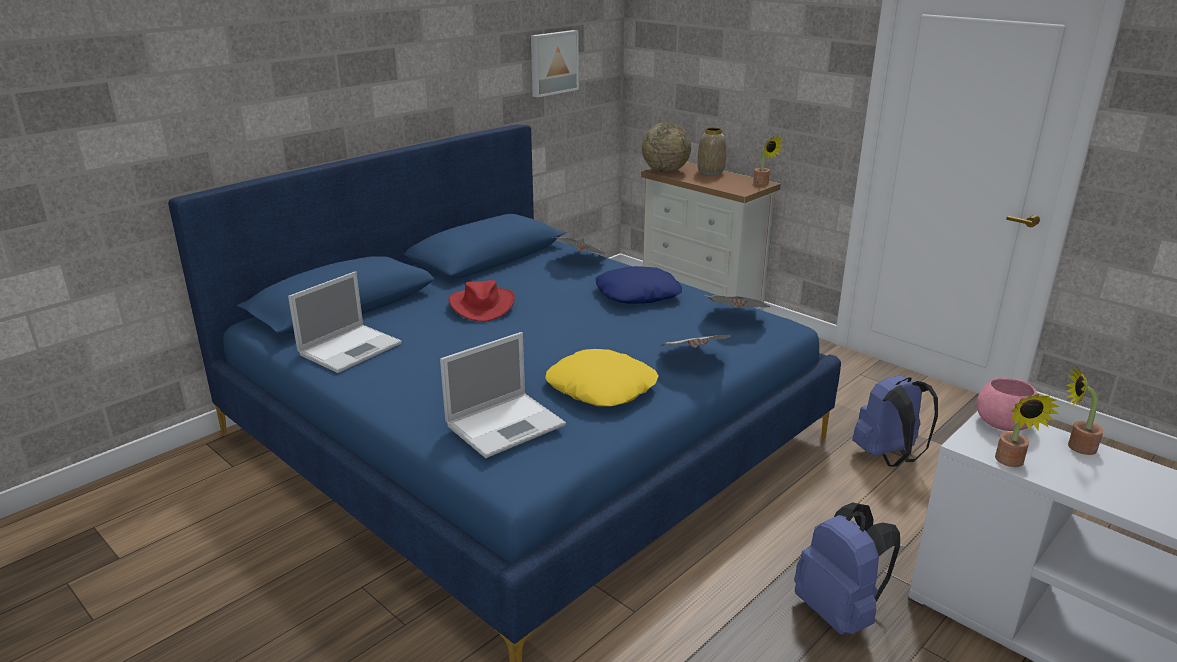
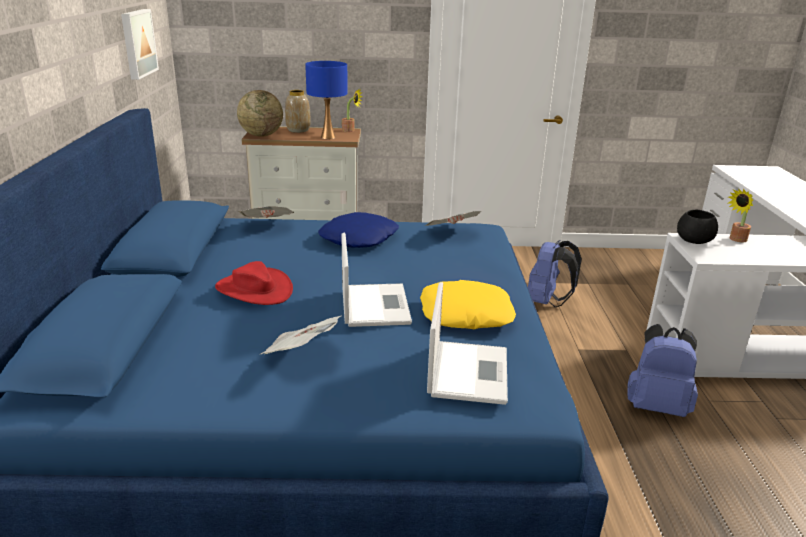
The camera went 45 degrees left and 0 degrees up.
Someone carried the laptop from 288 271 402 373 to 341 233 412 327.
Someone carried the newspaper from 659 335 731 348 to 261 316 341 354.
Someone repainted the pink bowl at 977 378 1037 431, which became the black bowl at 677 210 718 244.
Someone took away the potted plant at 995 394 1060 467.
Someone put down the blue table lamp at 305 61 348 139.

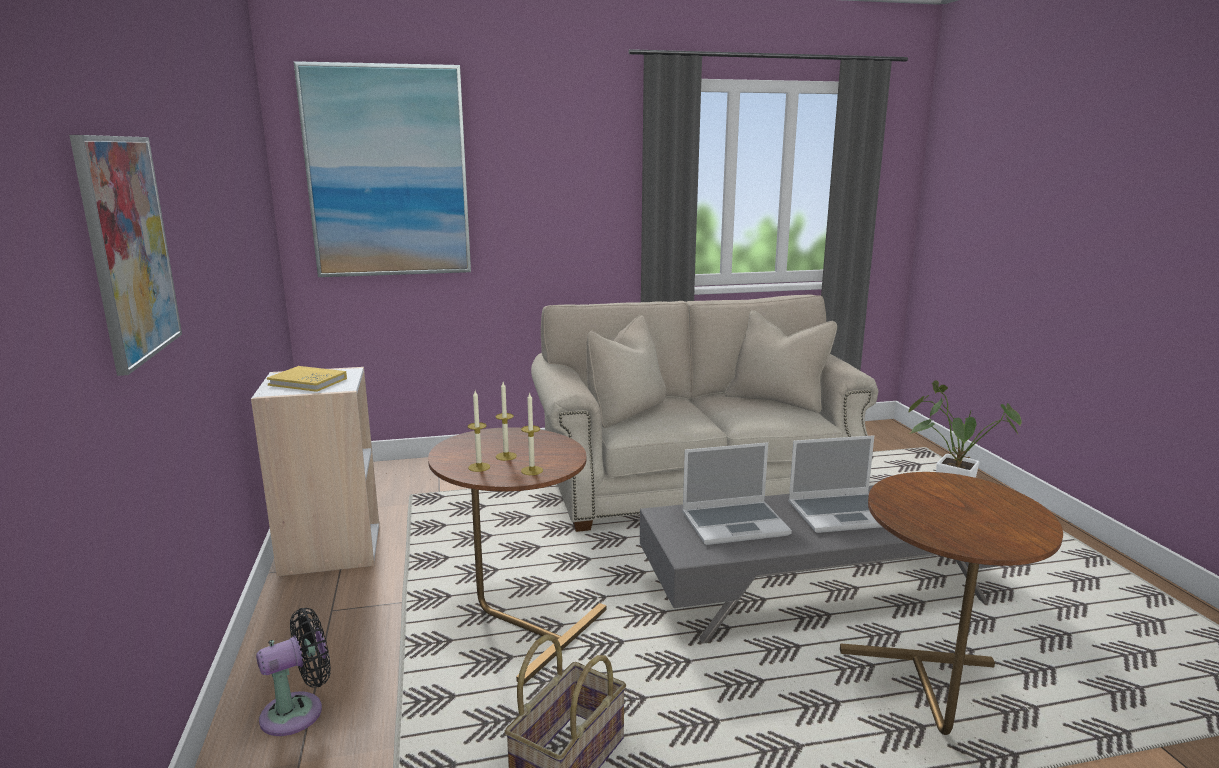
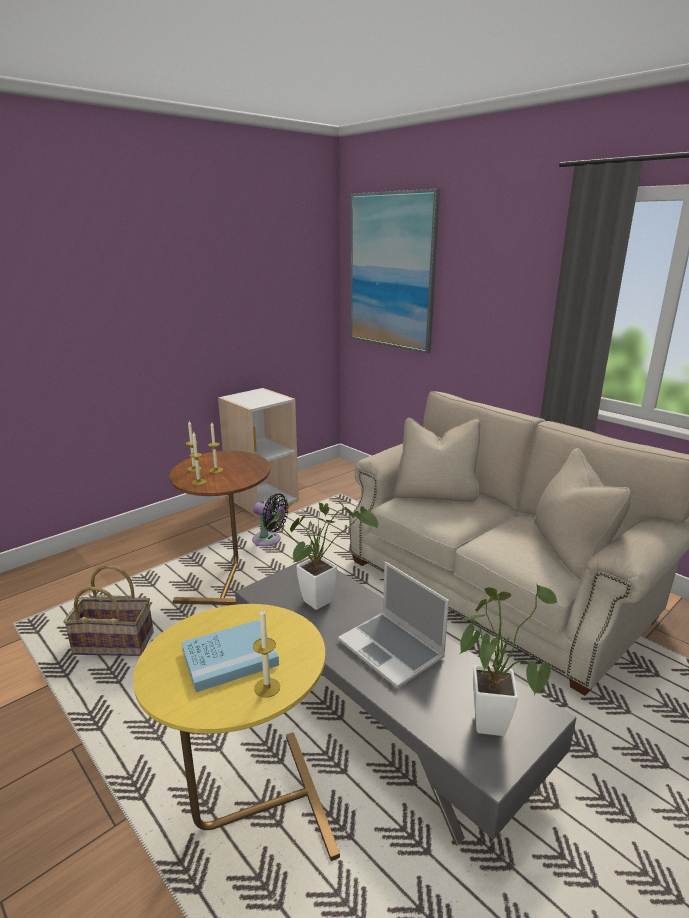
The camera went 60 degrees right and 5 degrees up.
Someone took away the picture at 69 135 182 376.
Someone took away the yellow book at 267 366 347 392.
Someone swapped the laptop at 682 443 792 545 for the potted plant at 266 501 379 610.
Someone repainted the brown side table at 840 472 1063 735, which became the yellow side table at 133 604 340 861.
Someone carried the black fan from 256 608 331 736 to 252 493 289 546.
Someone put down the candle at 253 608 280 698.
Someone put down the blue book at 182 620 279 692.

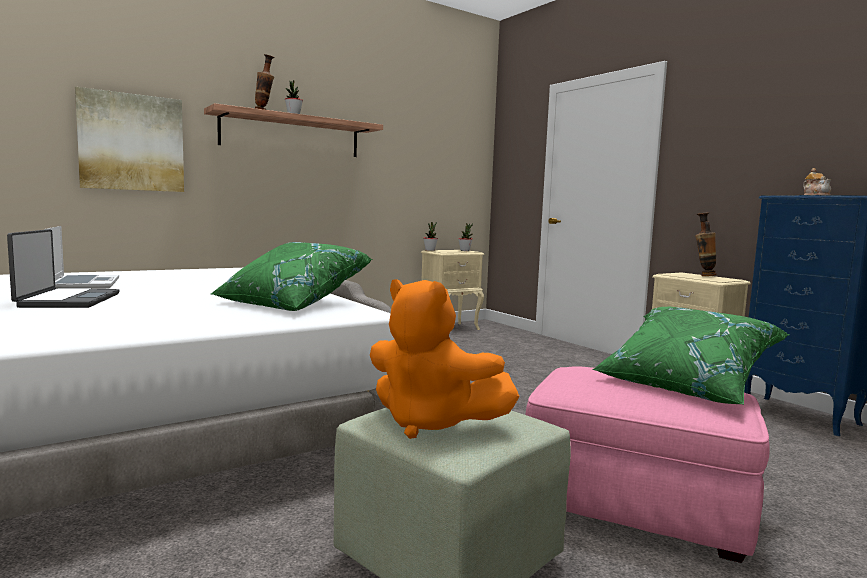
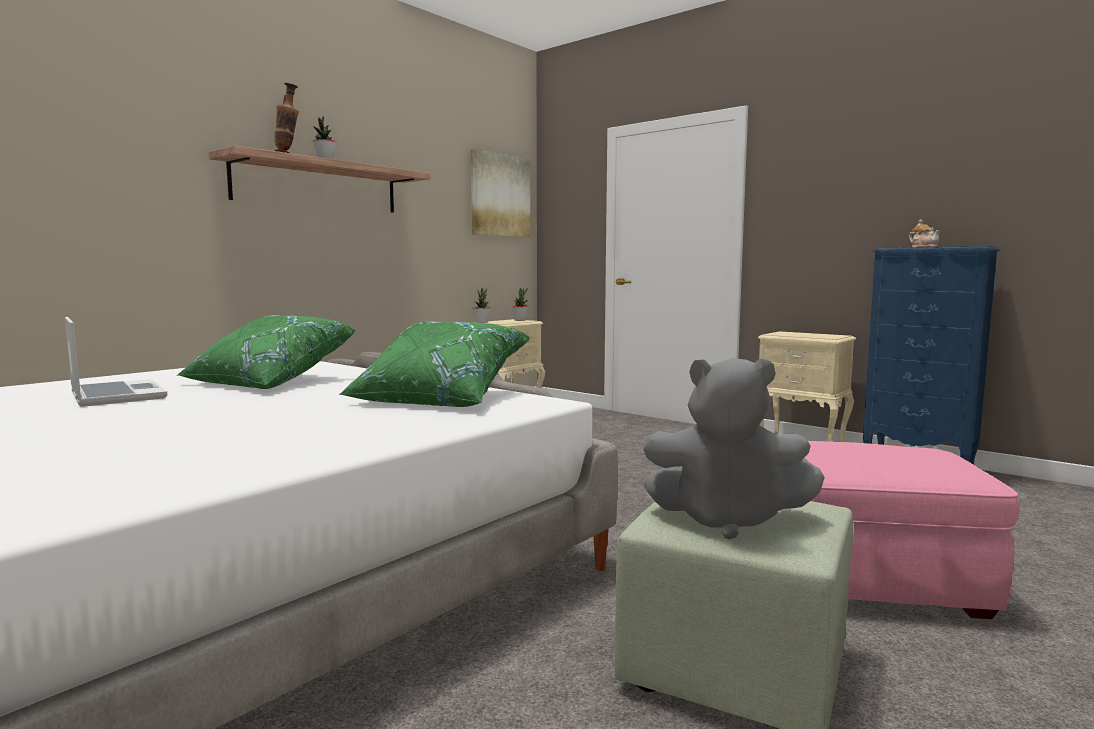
The camera went 15 degrees left and 0 degrees up.
Someone carried the picture from 75 87 184 192 to 471 149 530 238.
Someone took away the vase at 695 212 716 276.
Someone took away the laptop at 7 229 119 308.
Someone repainted the orange plush toy at 370 279 520 439, which became the grey plush toy at 643 358 825 539.
Someone carried the green pillow from 592 307 790 405 to 177 315 356 389.

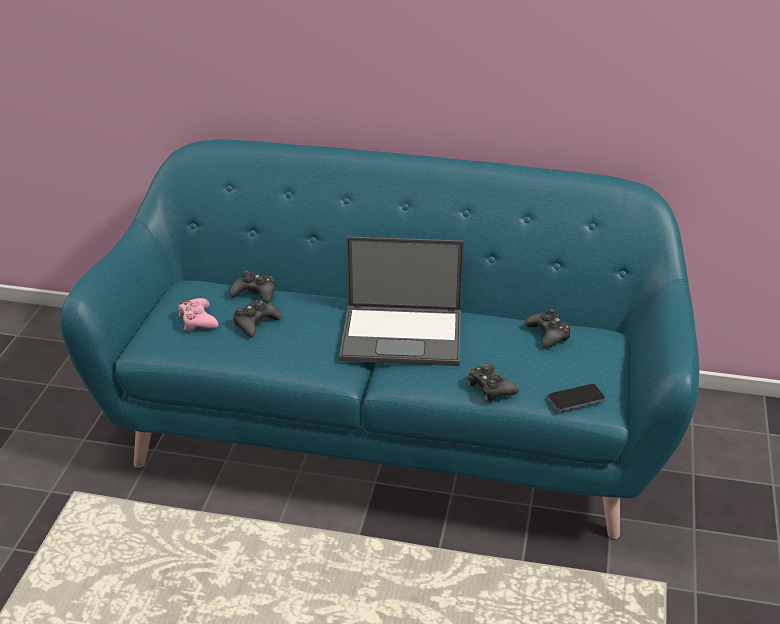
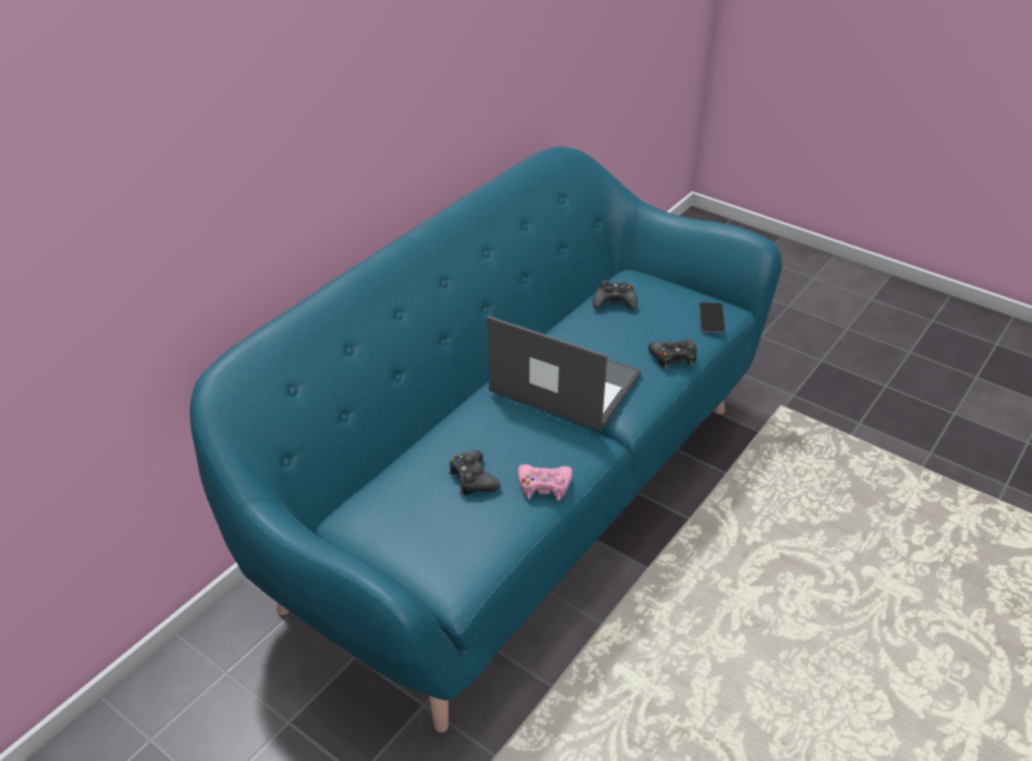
The camera went 65 degrees left and 5 degrees up.
Someone rotated the laptop at 339 237 464 366 by 90 degrees counterclockwise.
Someone took away the black game controller at 229 270 275 303.
Someone carried the pink game controller from 178 298 219 331 to 518 464 573 500.

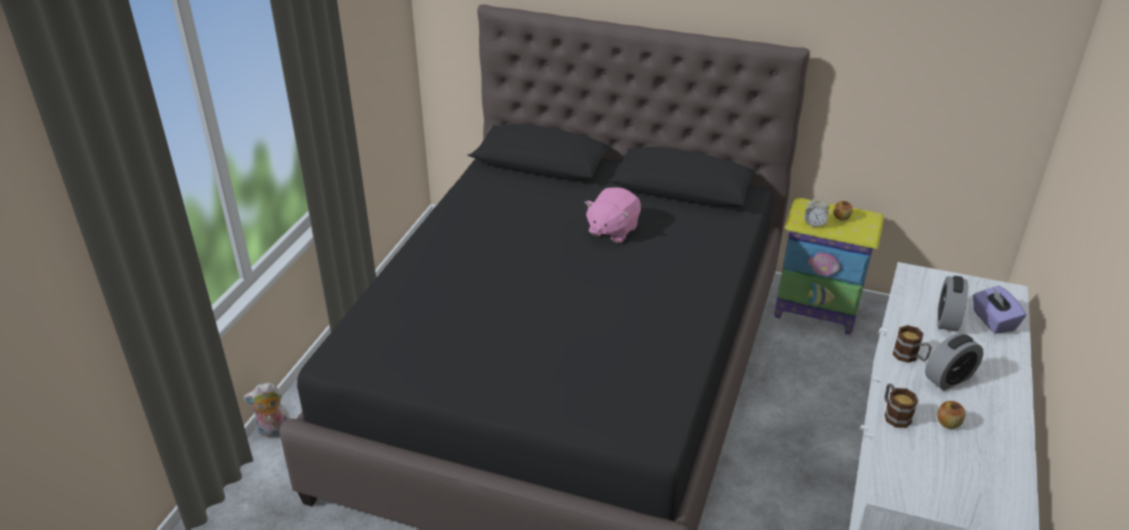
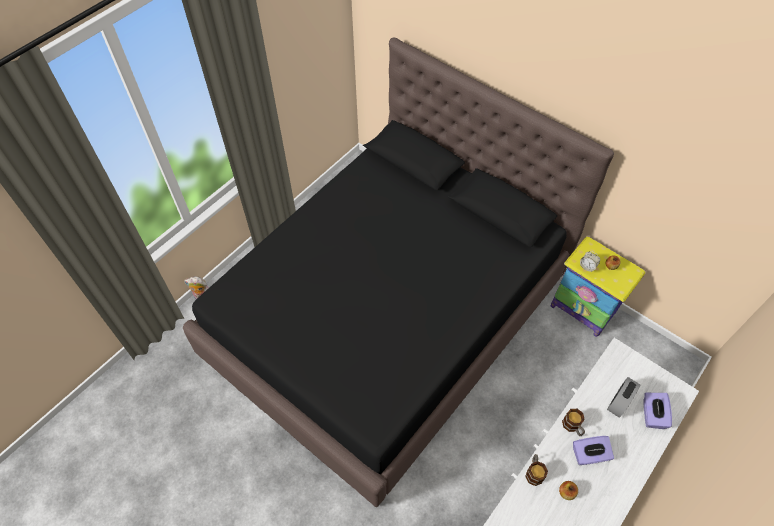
The camera went 20 degrees right and 20 degrees up.
Someone took away the pink plush toy at 585 187 641 243.
Someone swapped the alarm clock at 925 333 983 391 for the purple tissue box at 573 436 614 465.

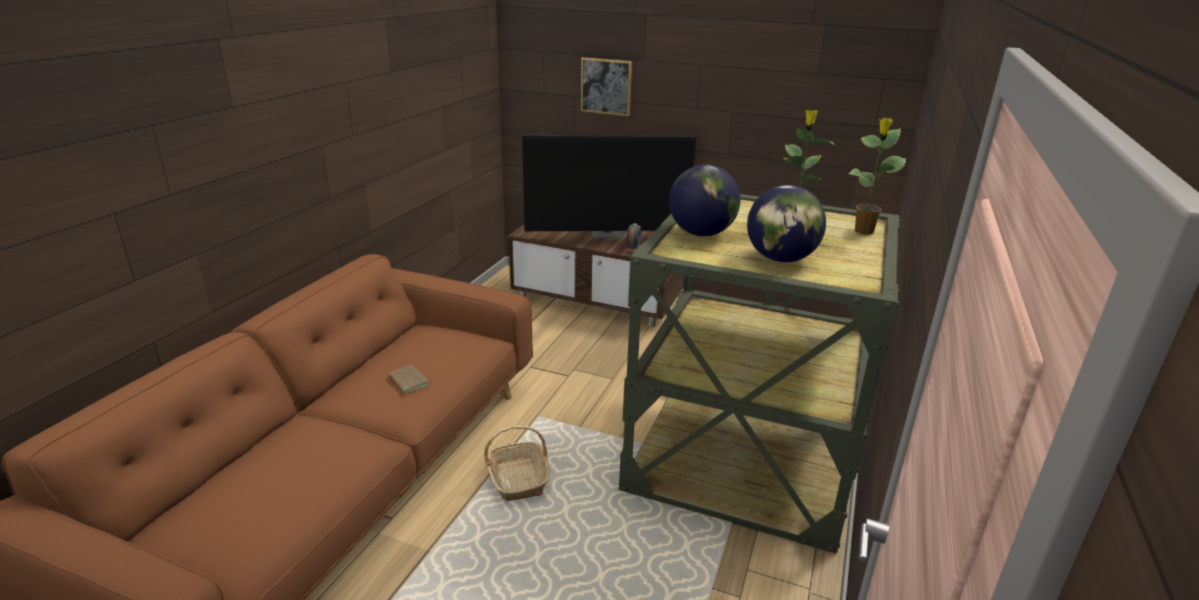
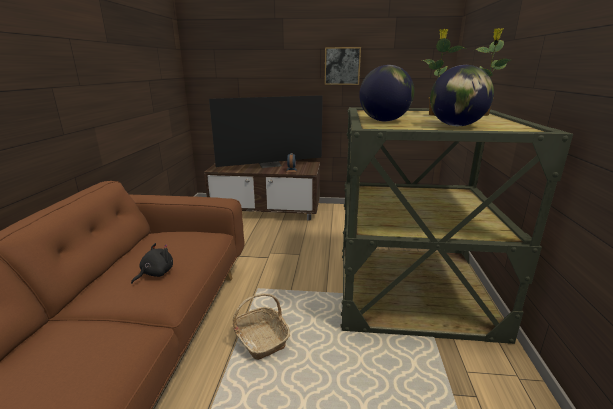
The camera went 15 degrees left and 5 degrees down.
Someone carried the picture from 581 57 632 116 to 324 47 361 85.
Someone swapped the brown book at 388 364 429 394 for the black plush toy at 131 243 173 284.

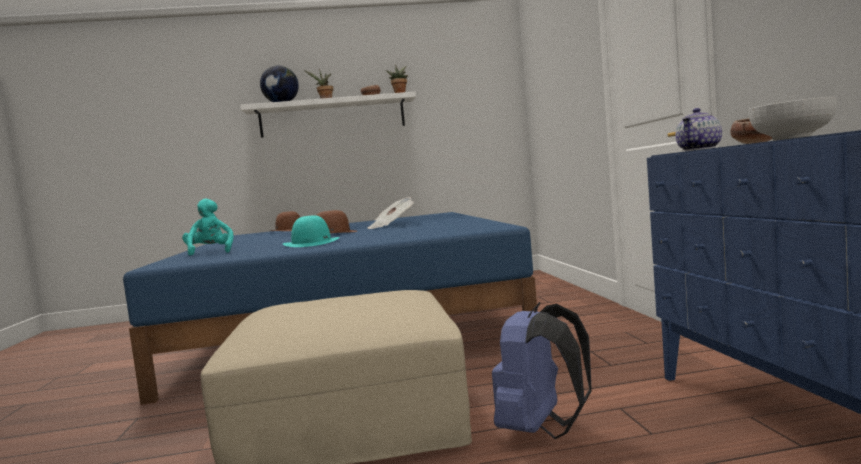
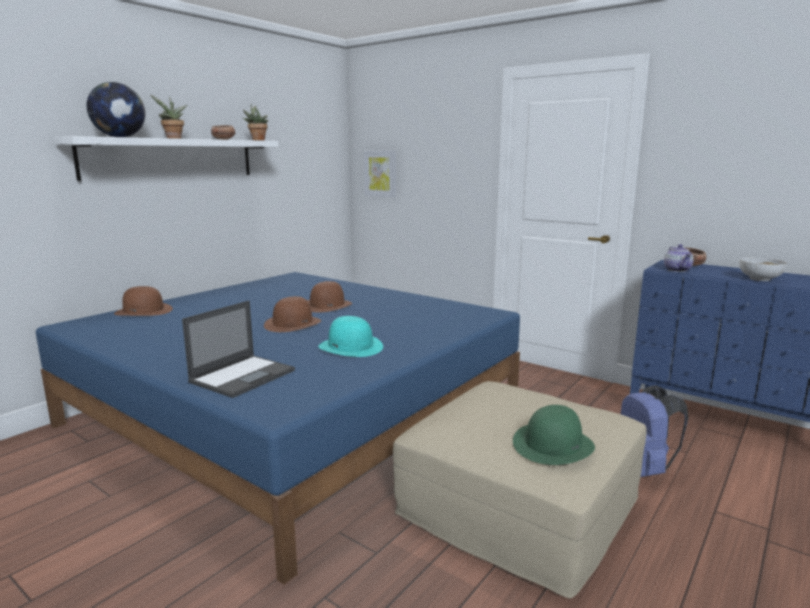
The camera went 45 degrees left and 10 degrees up.
Someone swapped the newspaper at 368 197 414 229 for the brown hat at 307 281 352 313.
Someone swapped the turquoise plush toy at 182 199 234 255 for the laptop at 182 300 295 398.
Someone put up the picture at 364 151 396 197.
Someone put down the green hat at 513 405 595 465.

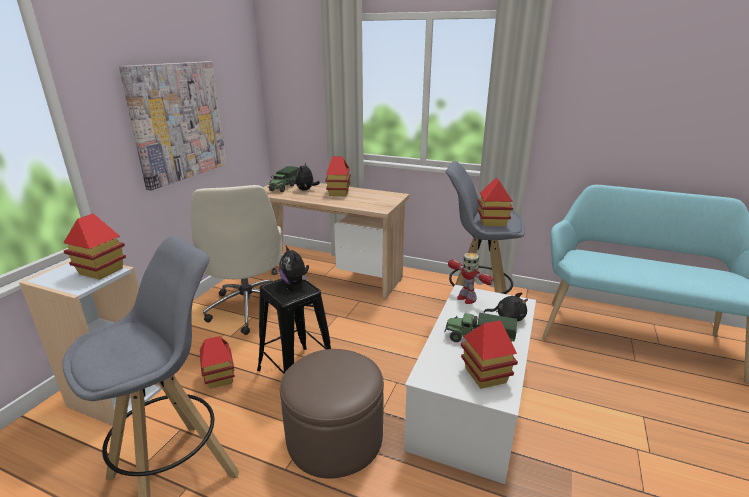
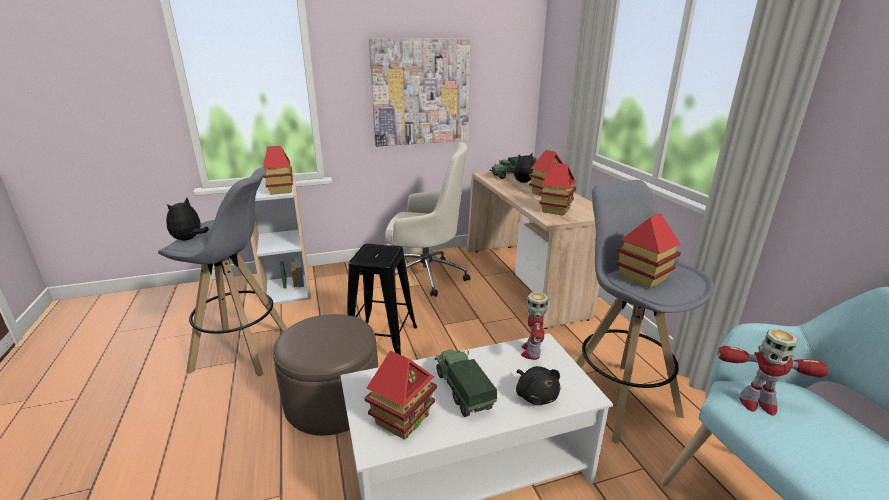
The camera went 50 degrees right and 0 degrees up.
Someone rotated the beige office chair at 191 185 282 335 by 120 degrees counterclockwise.
Someone carried the plush toy from 279 246 309 285 to 166 197 209 241.
Someone carried the toy house from 200 336 235 389 to 539 163 576 215.
Someone put down the toy robot at 718 329 829 416.

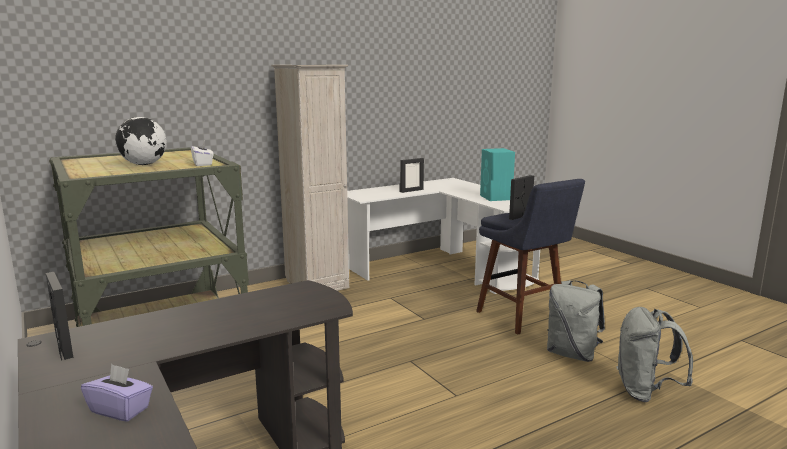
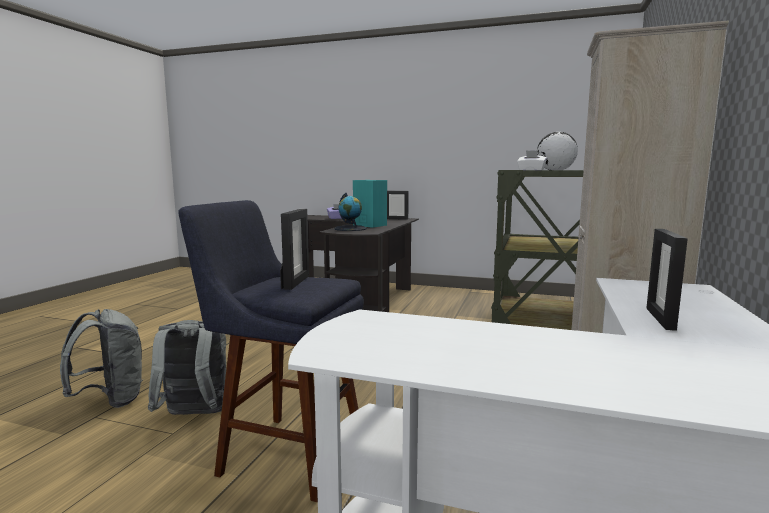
The camera went 140 degrees right and 5 degrees down.
Someone carried the turquoise speaker from 480 148 515 201 to 353 180 387 228.
Someone put down the globe at 334 193 367 231.

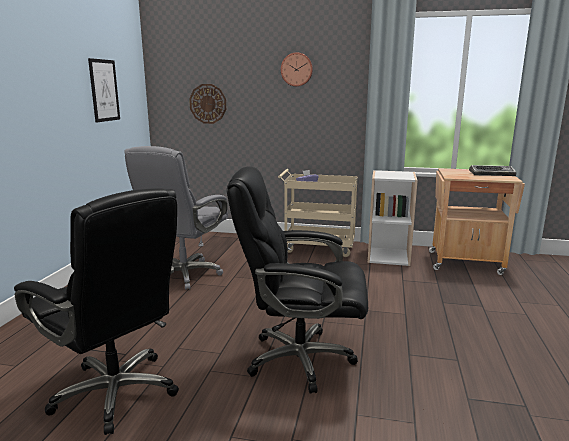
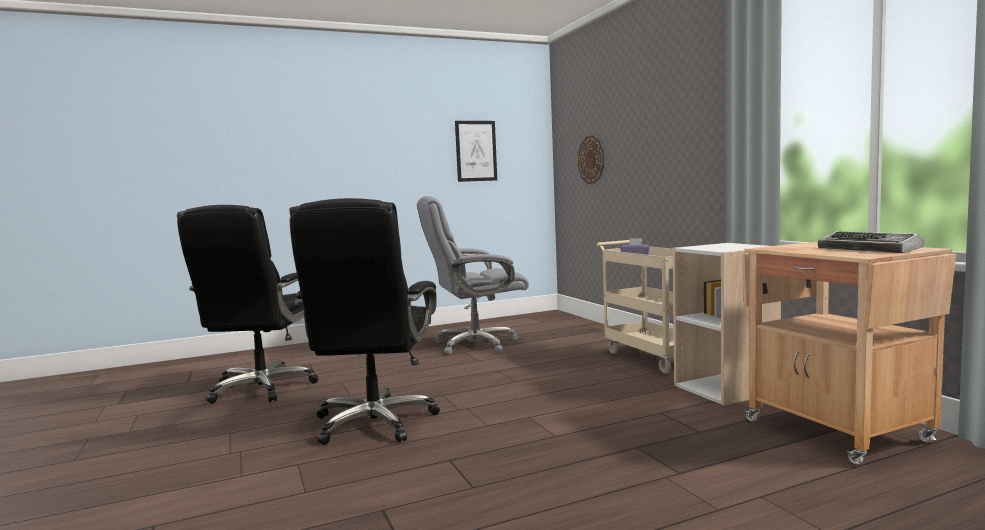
The camera went 55 degrees right and 10 degrees down.
Someone took away the wall clock at 281 52 313 86.
Someone rotated the black office chair at 227 166 368 394 by 150 degrees counterclockwise.

